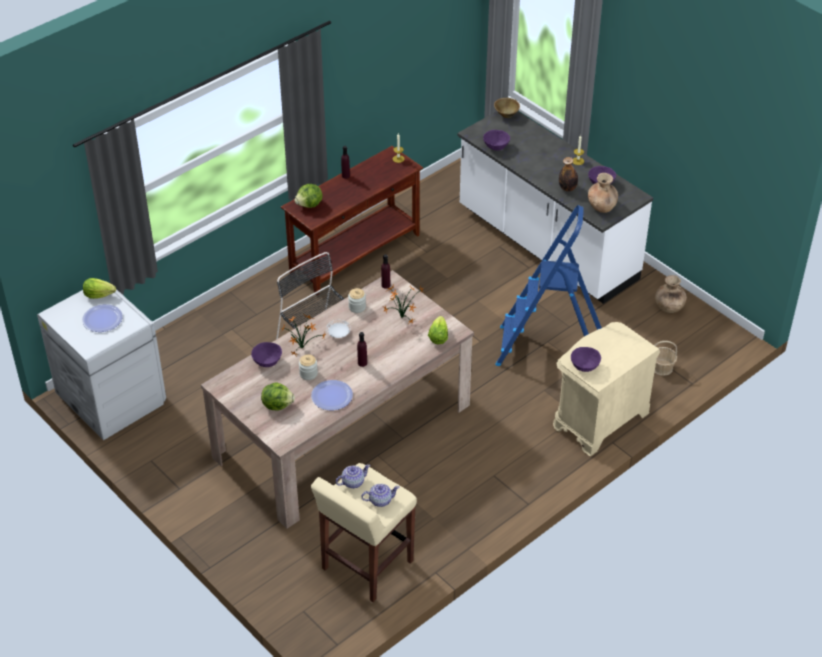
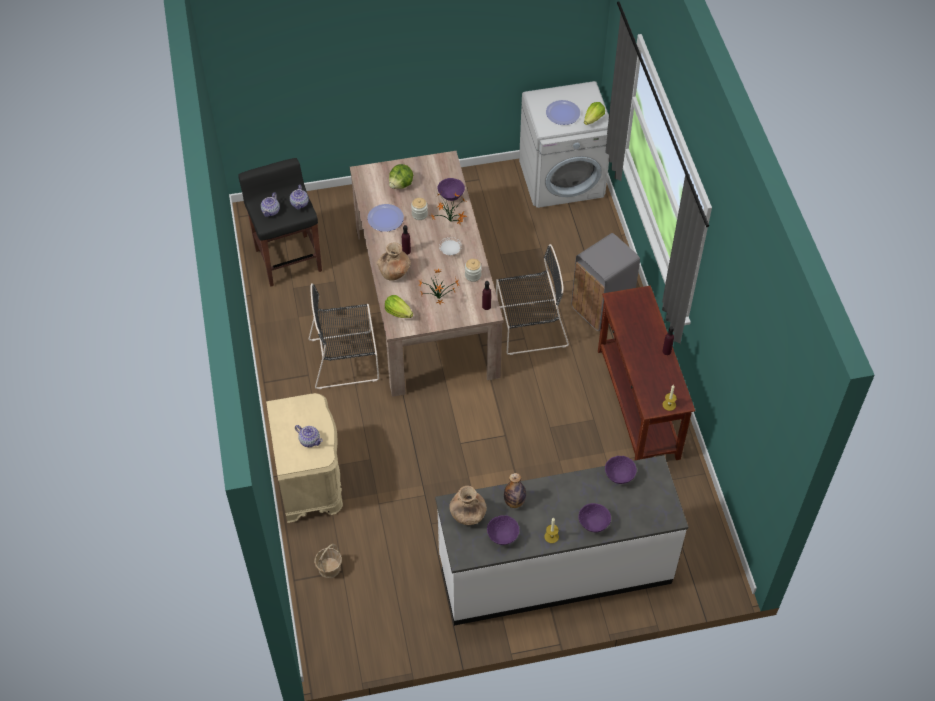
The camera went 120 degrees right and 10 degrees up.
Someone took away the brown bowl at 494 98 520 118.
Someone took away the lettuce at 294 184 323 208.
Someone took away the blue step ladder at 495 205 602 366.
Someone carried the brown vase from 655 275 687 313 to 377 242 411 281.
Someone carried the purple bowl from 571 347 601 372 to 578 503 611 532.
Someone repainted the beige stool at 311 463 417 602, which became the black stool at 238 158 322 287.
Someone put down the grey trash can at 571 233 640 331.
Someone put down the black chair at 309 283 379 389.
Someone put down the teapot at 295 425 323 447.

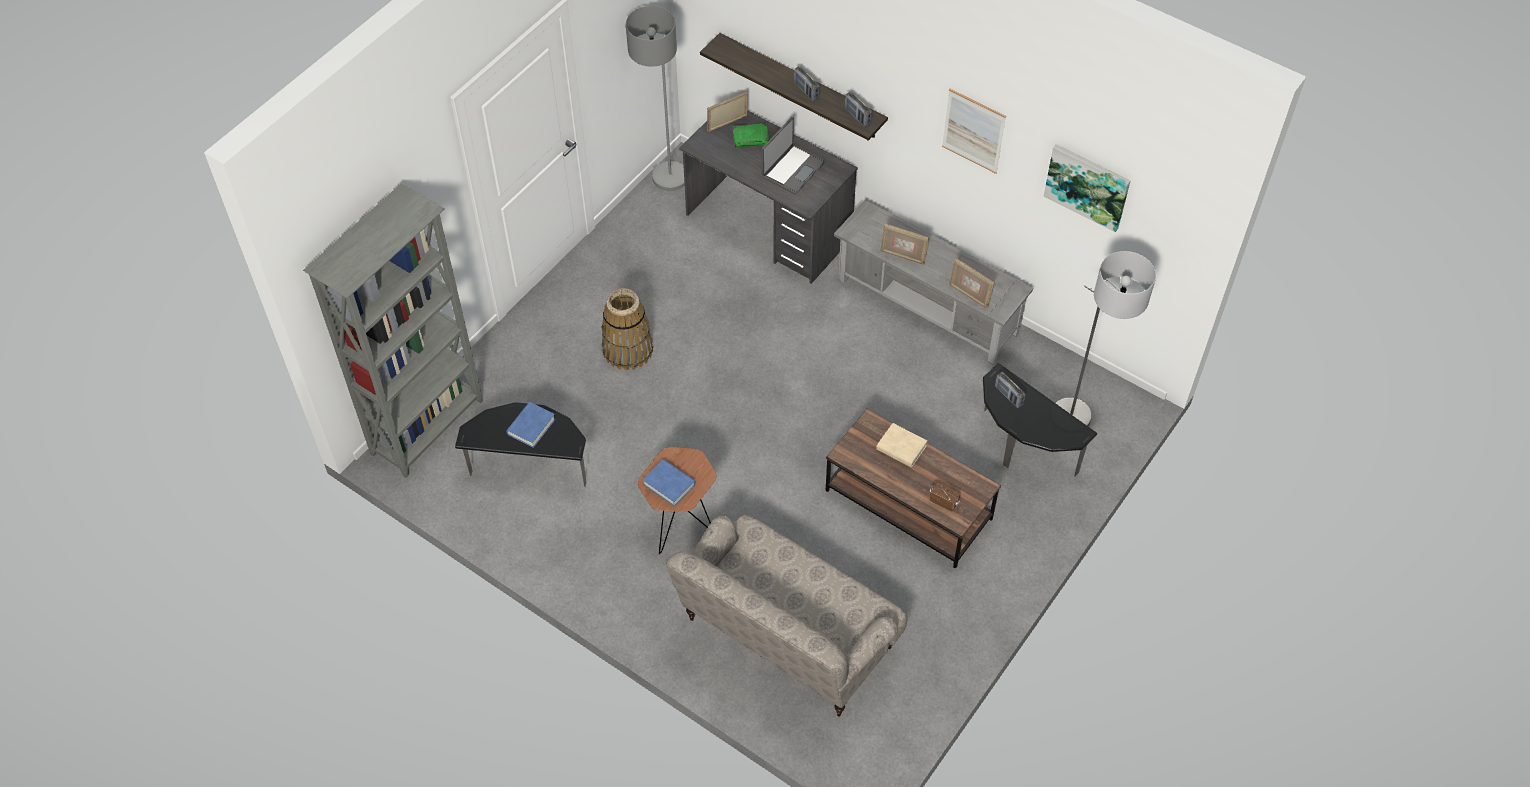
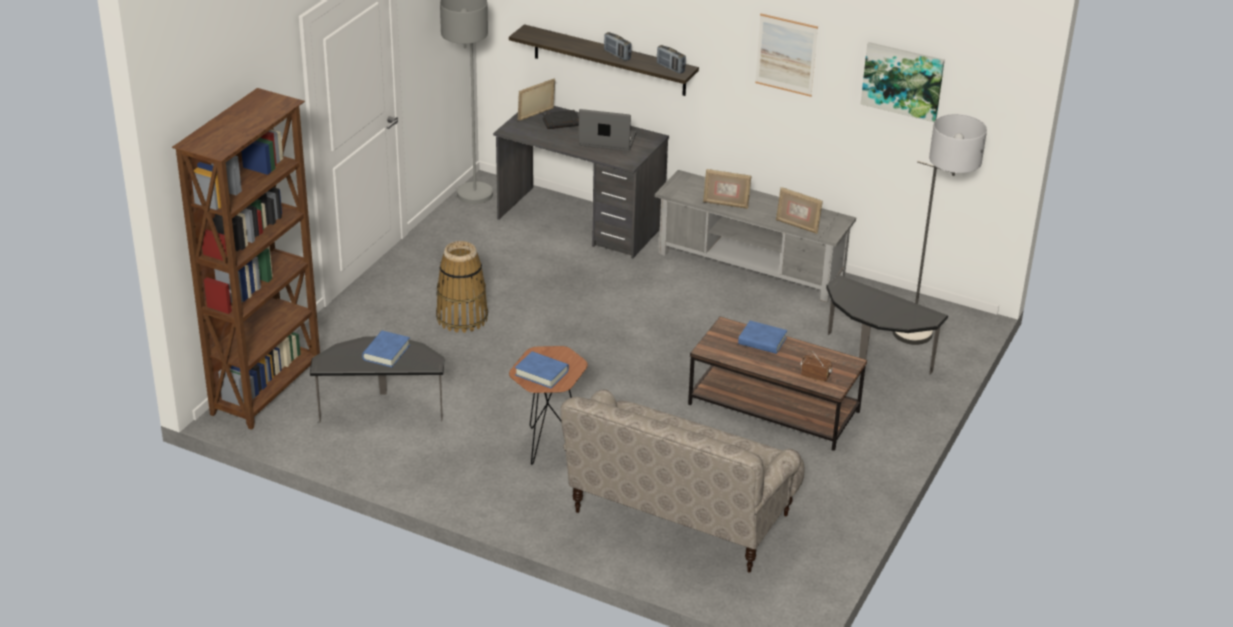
The camera went 10 degrees left and 20 degrees down.
Someone rotated the laptop at 762 117 825 194 by 105 degrees counterclockwise.
Someone repainted the green book at 733 123 769 147, which became the black book at 542 110 579 129.
Someone repainted the grey bookcase at 303 183 483 478, which became the brown bookcase at 172 88 320 430.
Someone took away the radio at 995 372 1026 408.
Someone repainted the beige book at 876 423 927 467, which became the blue book at 738 321 787 354.

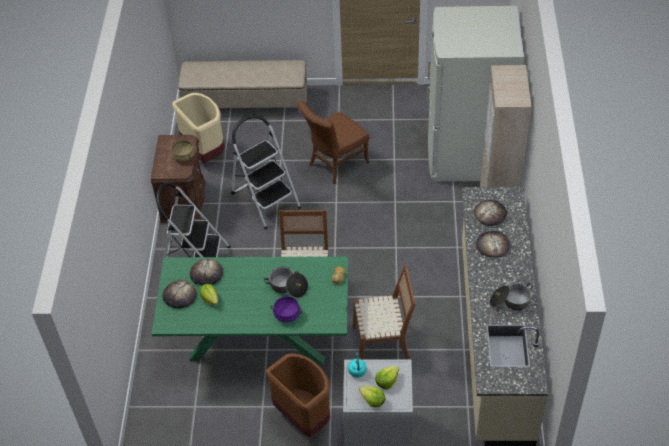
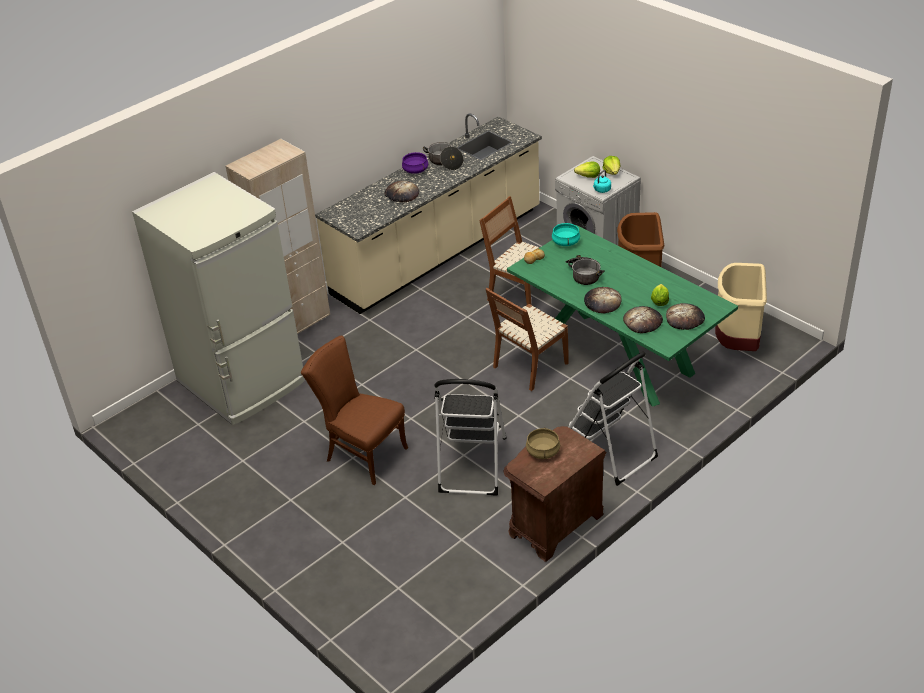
The camera went 135 degrees left and 10 degrees down.
Someone took away the beige bench at 178 60 307 113.
Someone carried the beige trash can from 172 93 224 163 to 715 263 767 351.
Someone rotated the brown chair at 297 101 369 184 by 150 degrees counterclockwise.
Someone carried the bread from 474 200 507 226 to 584 287 622 313.
Someone carried the purple cooking pot from 270 296 302 322 to 402 152 428 174.
Someone put down the turquoise cooking pot at 552 223 580 246.

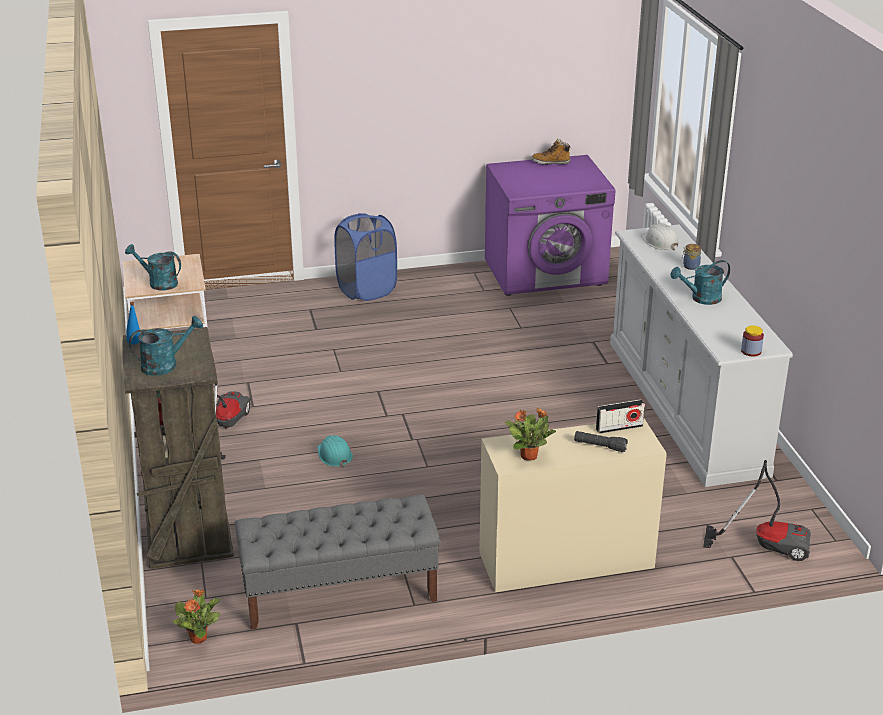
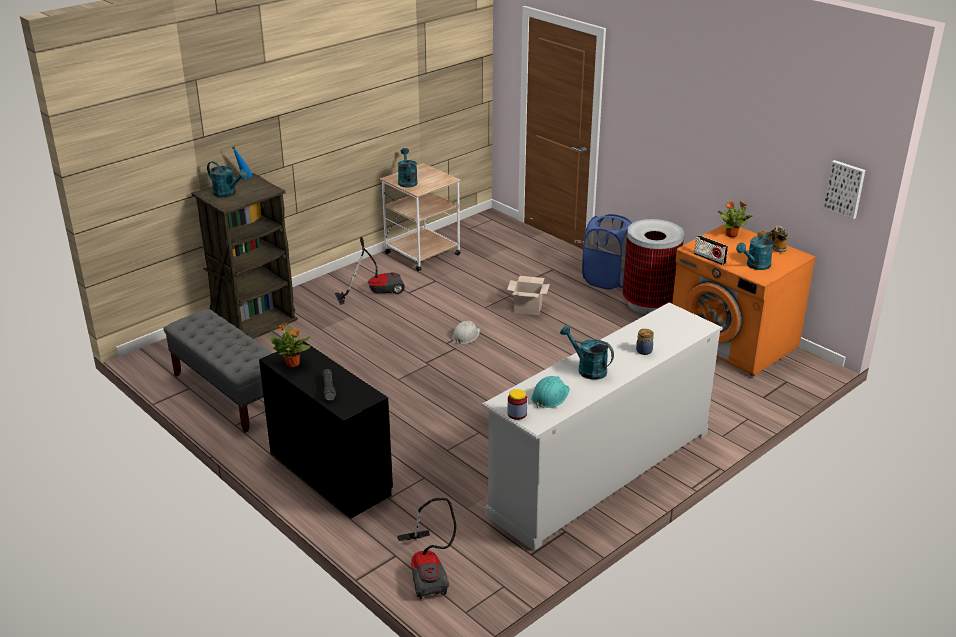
The camera went 60 degrees right and 0 degrees up.
Someone repainted the purple washing machine at 485 155 616 296, which became the orange washing machine at 672 223 815 376.
Someone carried the white hard hat from 641 223 679 251 to 452 321 480 344.
Someone carried the radio from 596 400 645 434 to 694 235 728 265.
Someone repainted the beige desk at 479 419 667 592, which became the black desk at 259 340 393 519.
Someone carried the turquoise hard hat from 318 435 353 468 to 531 376 570 408.
Someone carried the potted plant from 173 589 220 644 to 717 201 753 237.
Someone put up the picture at 823 160 865 219.
Someone put down the trash can at 623 219 684 314.
Someone put down the turquoise watering can at 736 232 775 270.
Someone put down the cardboard box at 507 276 550 315.

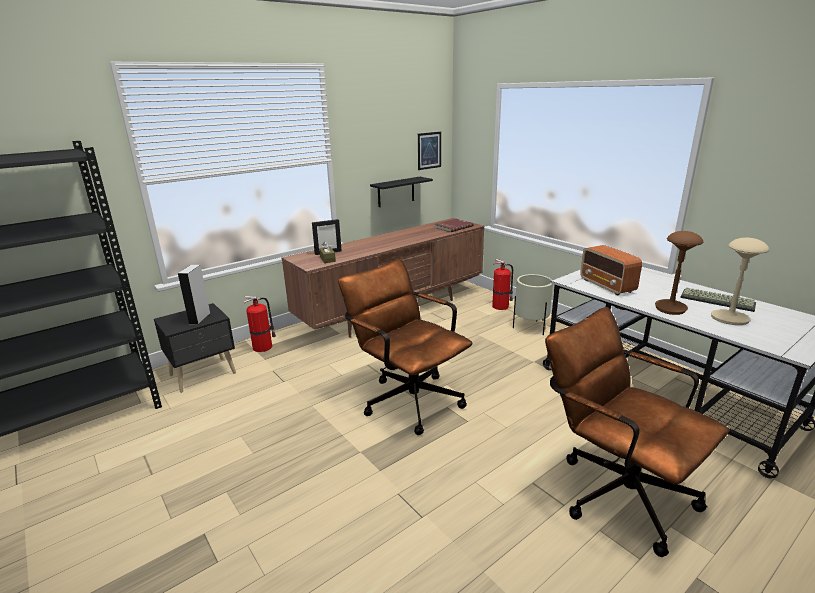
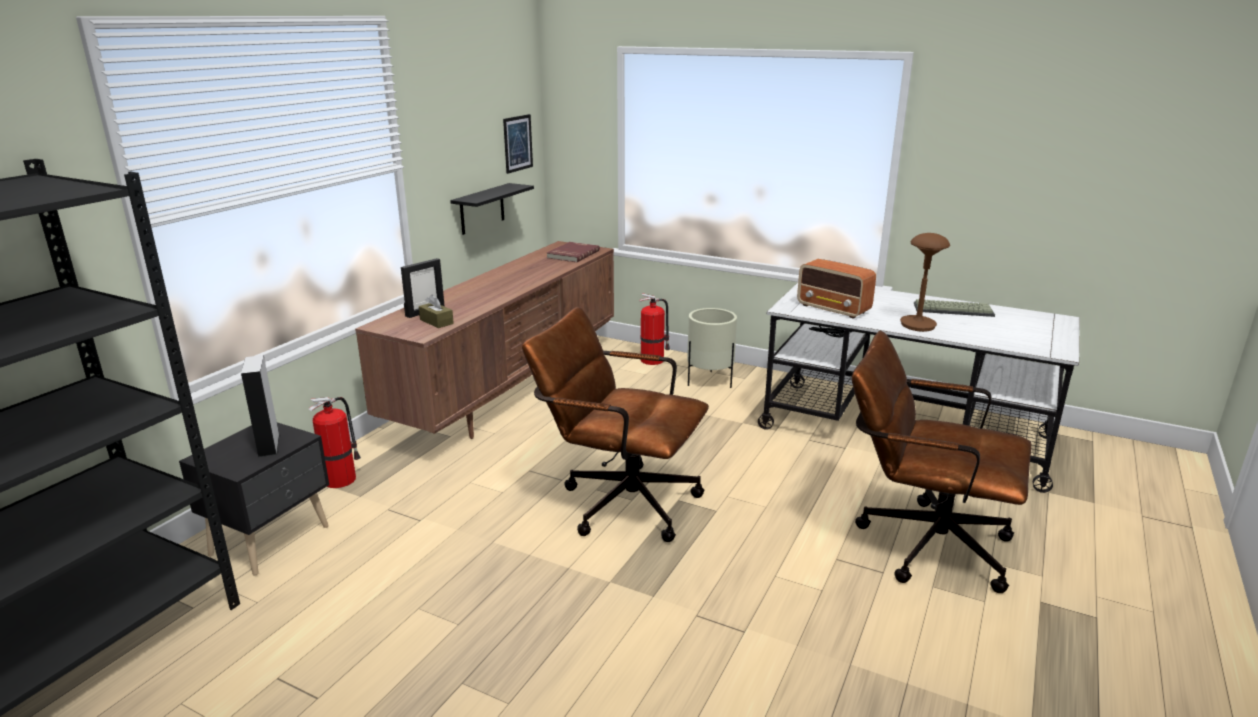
The camera went 25 degrees left and 0 degrees up.
Someone took away the beige table lamp at 711 238 769 325.

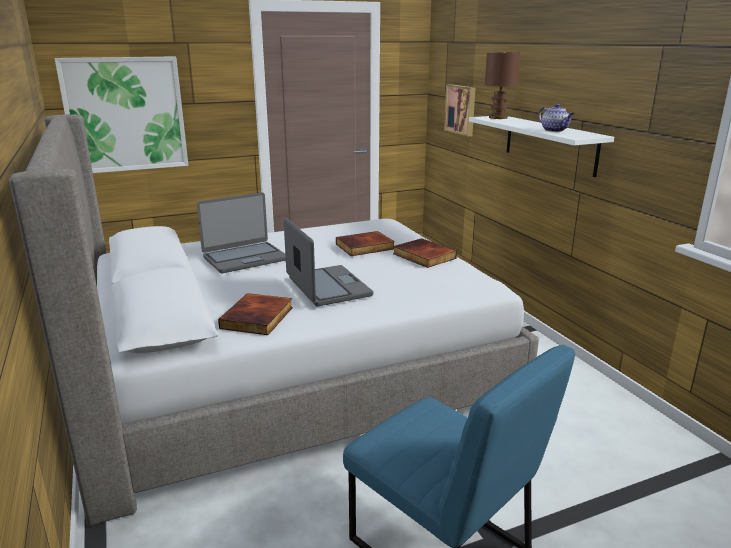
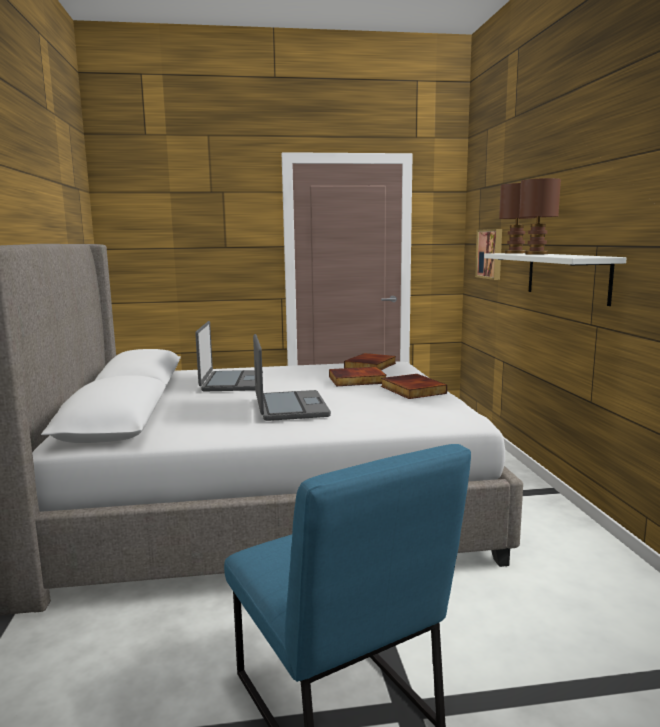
The camera went 15 degrees right and 10 degrees down.
Someone took away the picture at 55 56 188 173.
Someone took away the teapot at 538 104 575 132.
Someone rotated the laptop at 197 193 286 273 by 75 degrees counterclockwise.
Someone carried the book from 218 293 293 335 to 344 353 396 370.
Someone put down the brown table lamp at 519 178 561 254.

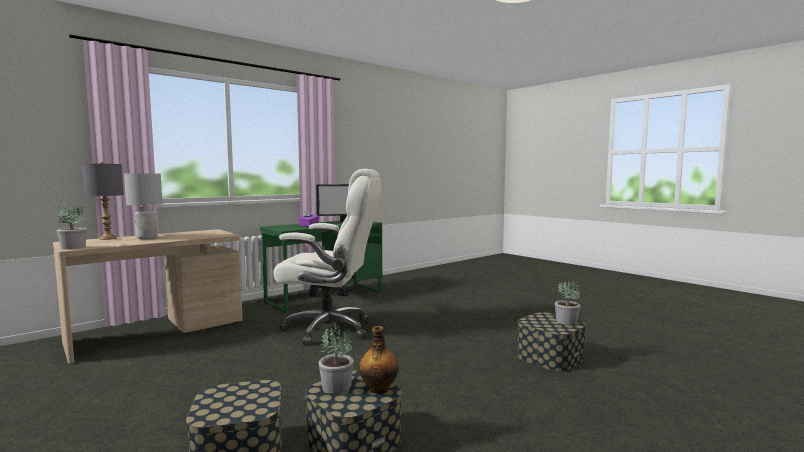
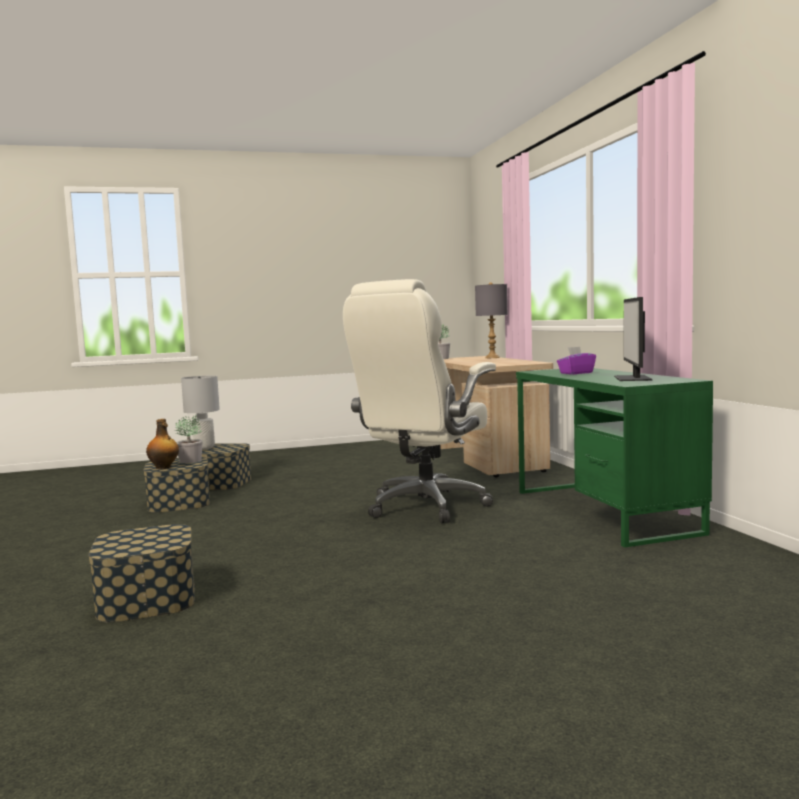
The camera went 115 degrees right and 0 degrees up.
Someone carried the grey table lamp from 124 172 163 240 to 181 376 220 450.
Someone took away the potted plant at 555 280 581 325.

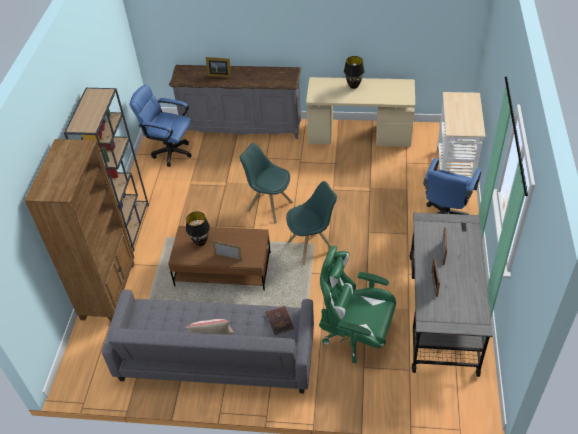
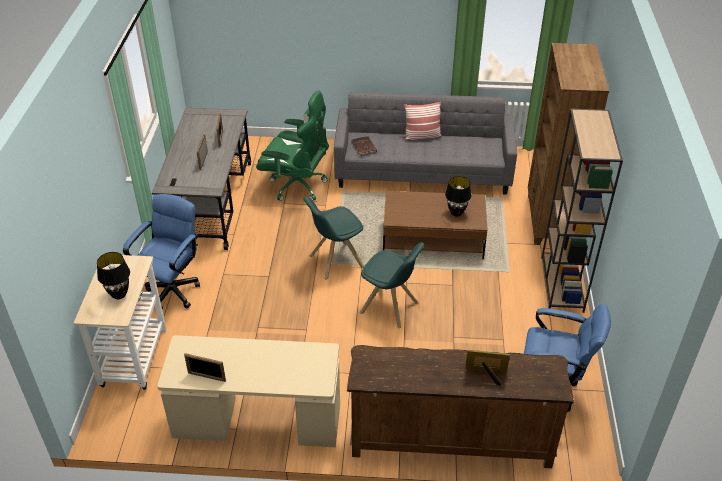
The camera went 175 degrees right and 5 degrees down.
Someone carried the black table lamp from 344 56 365 89 to 97 252 130 299.
Someone carried the picture frame from 212 241 242 261 to 184 353 226 382.

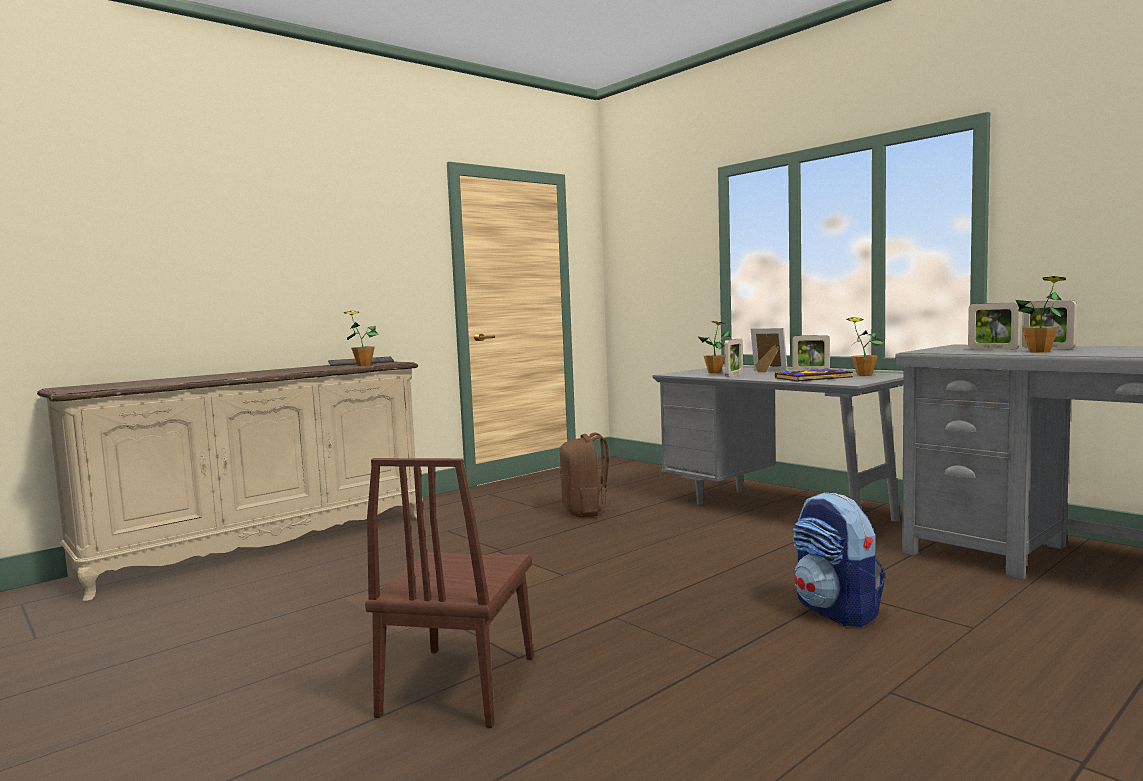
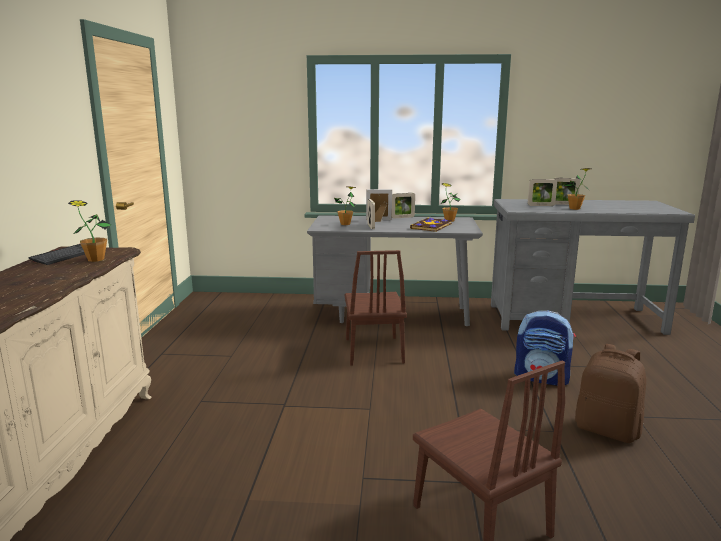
The camera went 45 degrees left and 10 degrees up.
Someone carried the brown backpack from 560 432 620 517 to 575 344 646 443.
Someone put down the brown chair at 345 250 407 366.

